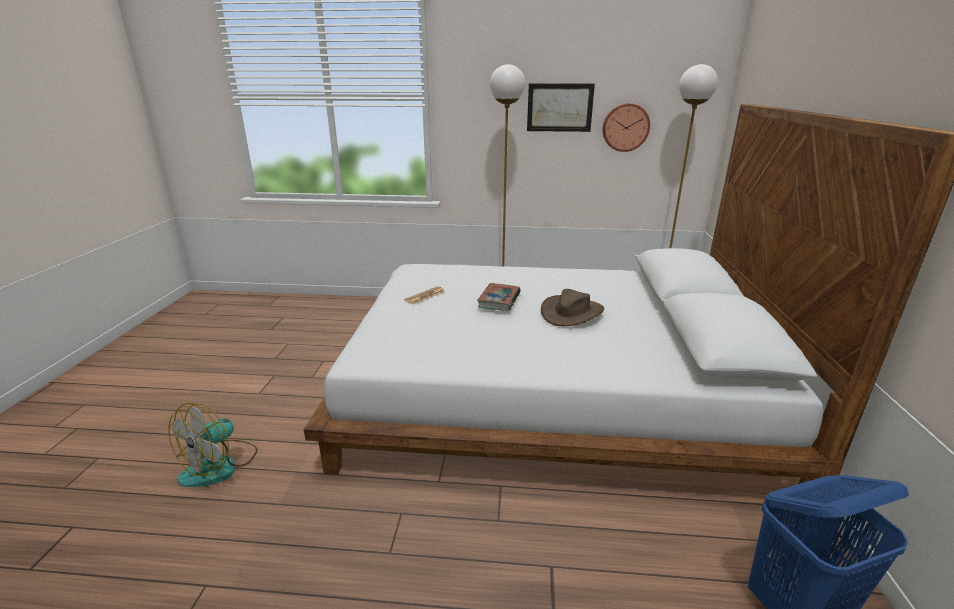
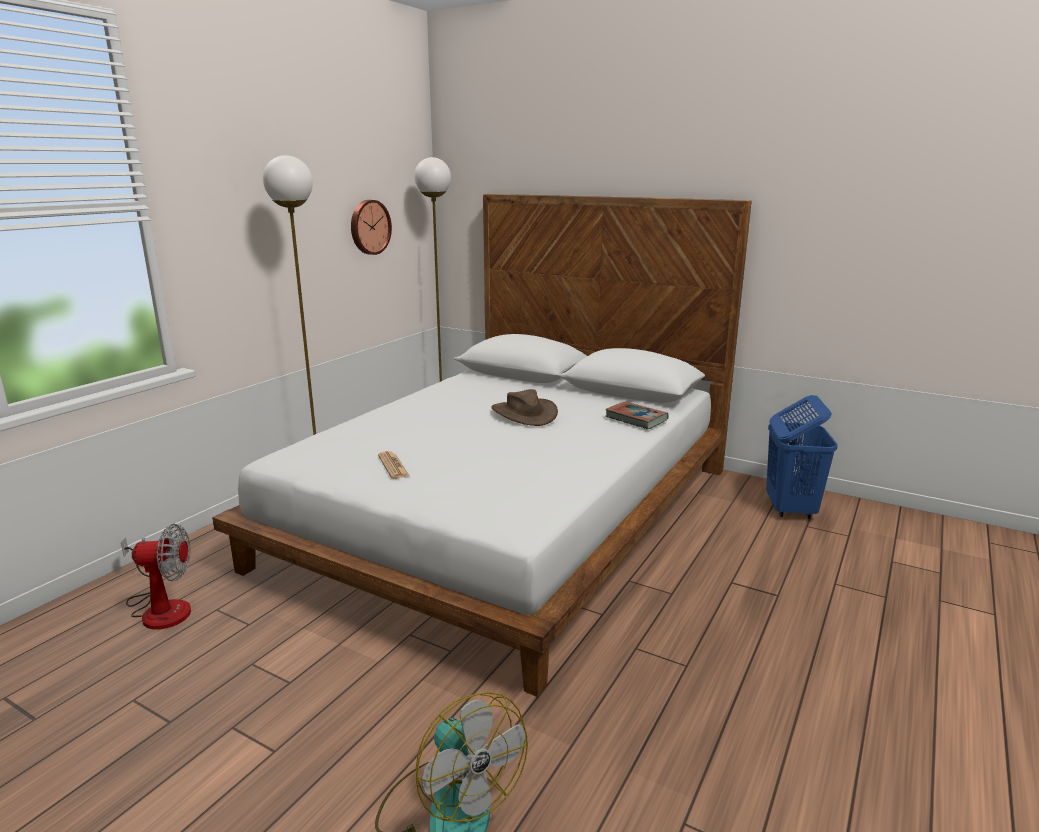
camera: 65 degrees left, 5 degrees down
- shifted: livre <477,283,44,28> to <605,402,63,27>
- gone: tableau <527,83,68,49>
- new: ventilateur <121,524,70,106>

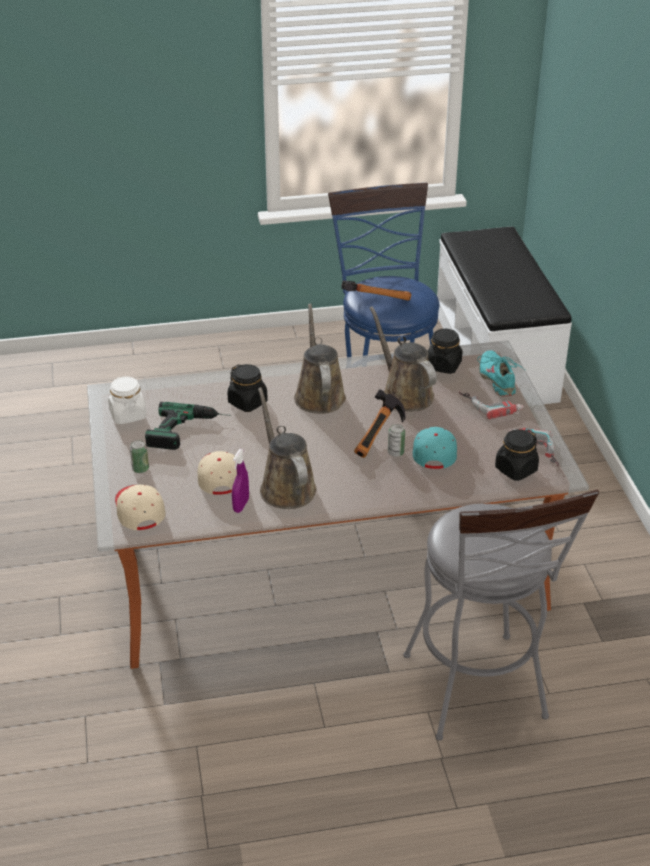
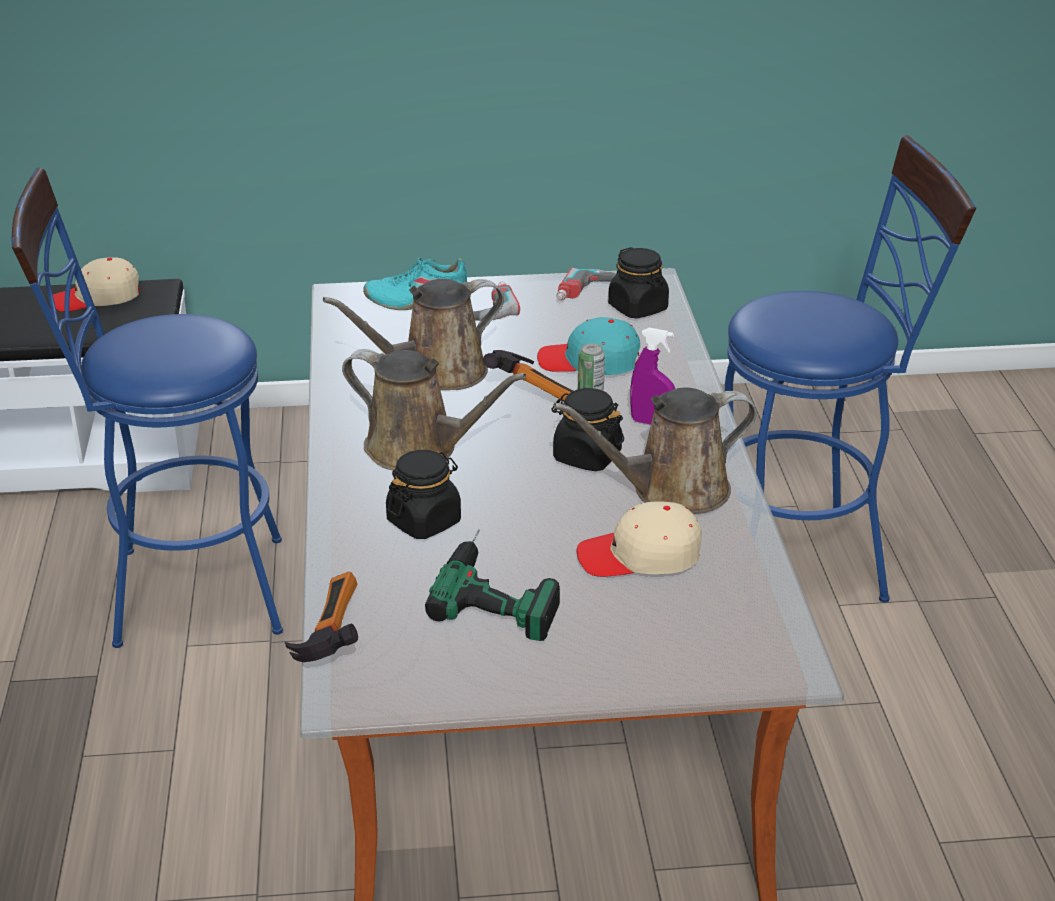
camera: 85 degrees left, 5 degrees down
- gone: bocal/blanc <108,376,39,48>
- shifted: casquette/beige <115,485,50,45> to <53,257,87,55>
- gone: boîte métallique <130,440,19,33>
- shifted: vaporisateur/violet <232,449,17,64> to <630,328,45,97>
- rotated: arrosoir/marron <294,303,52,111> = <342,349,185,121> 150 degrees counterclockwise
- shifted: marteau <341,281,70,20> to <285,571,73,91>
- repainted: tabouret/gris <403,489,196,252> to tabouret/bleu <725,135,251,468>
- shifted: bocal/noir <428,328,34,46> to <551,388,73,83>

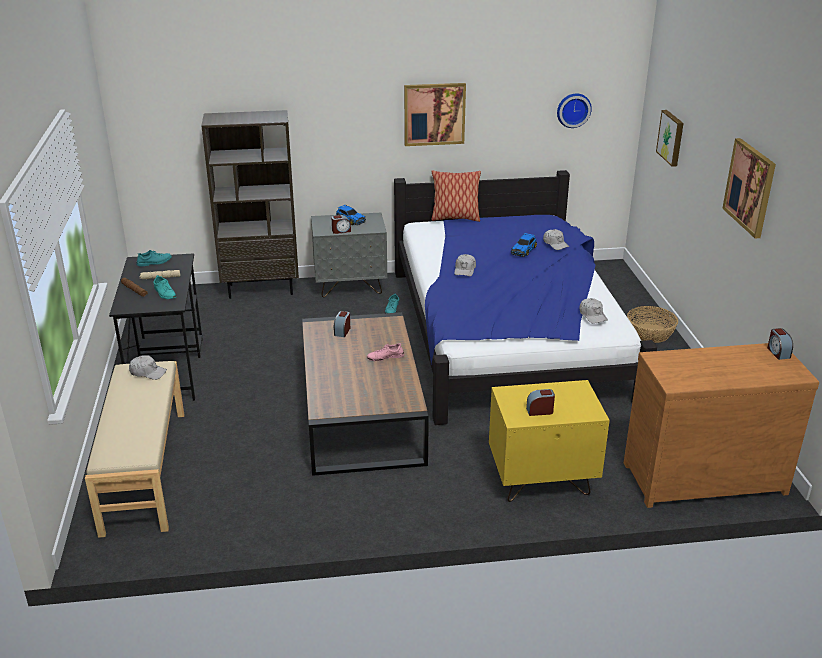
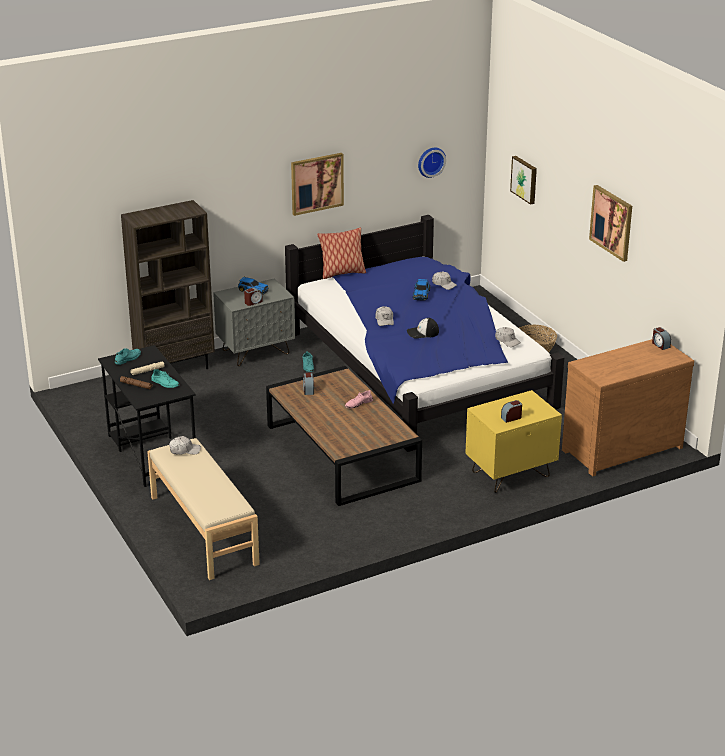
camera: 20 degrees left, 0 degrees up
- new: casquette <407,318,32,21>

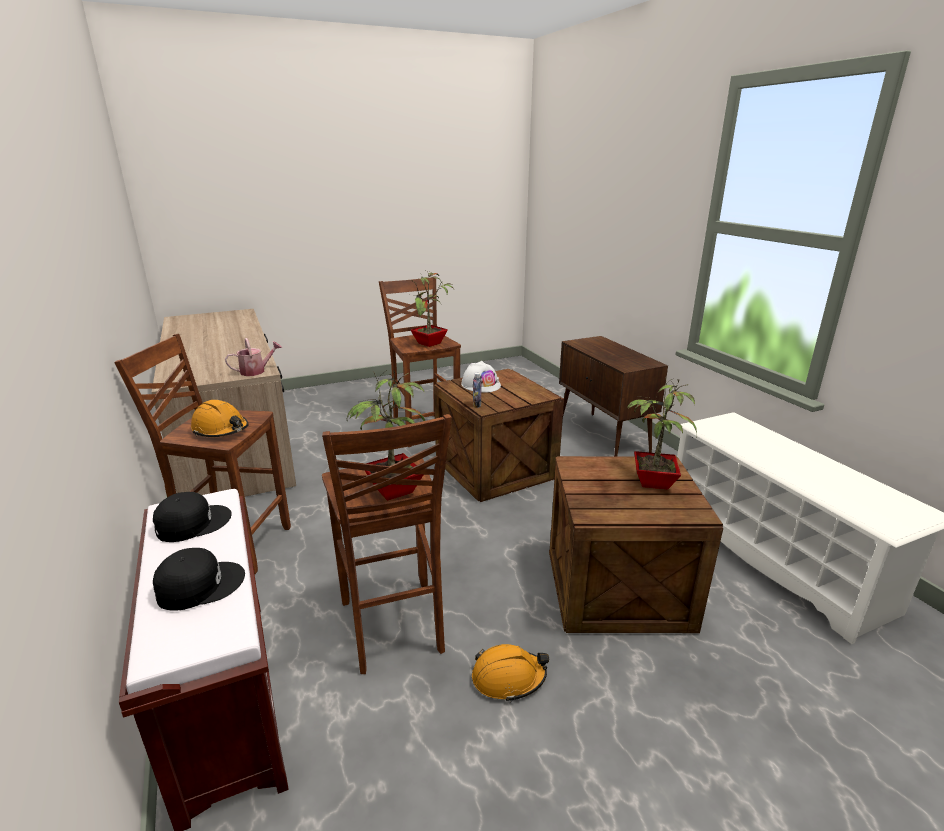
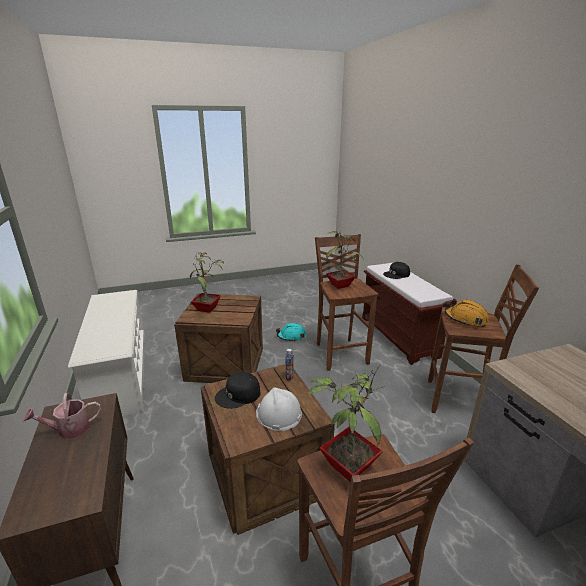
camera: 175 degrees left, 0 degrees up
- shifted: casquette/noir <153,492,79,50> to <215,372,45,37>
- shifted: arrosoir <225,338,57,38> to <23,393,78,46>
- repainted: casque de chantier/orange <472,644,77,58> to casque de chantier/turquoise <276,323,30,19>

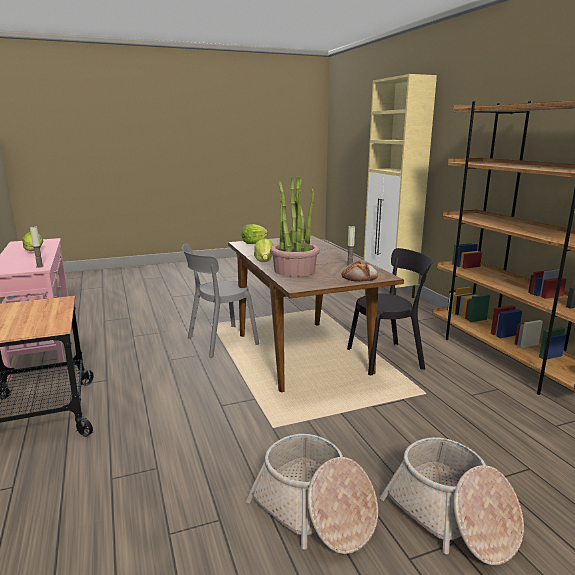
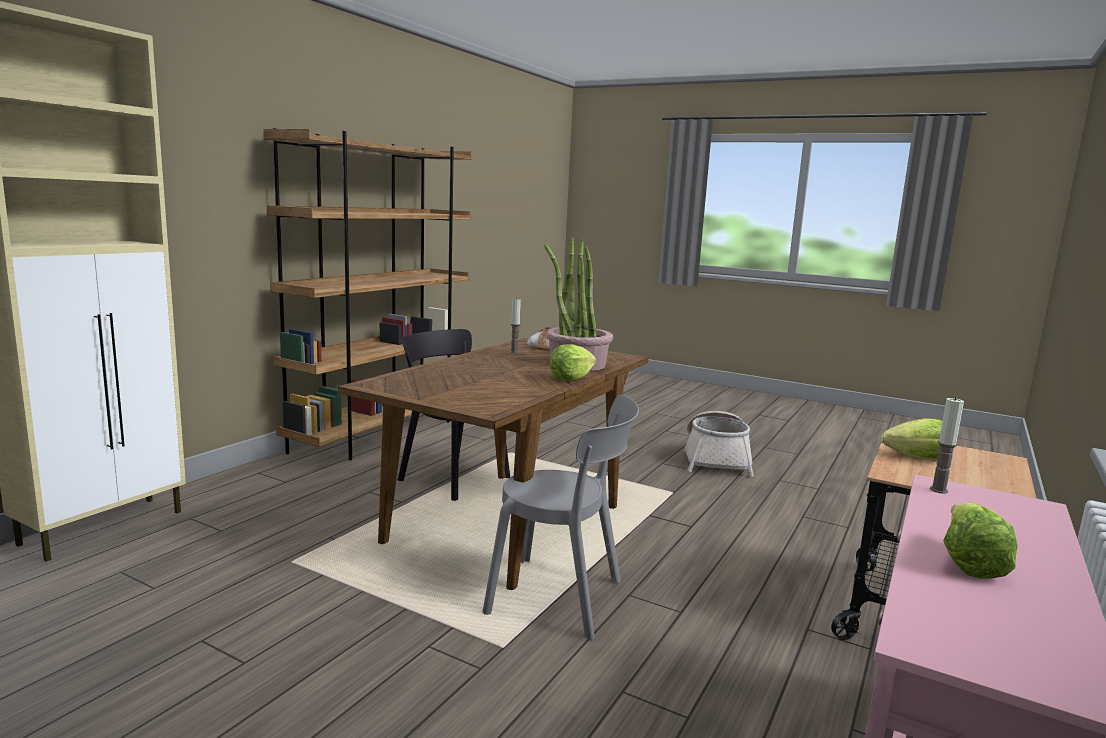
camera: 130 degrees left, 5 degrees down
- shifted: laitue <241,224,27,20> to <881,418,61,41>
- gone: panier <380,437,144,128>

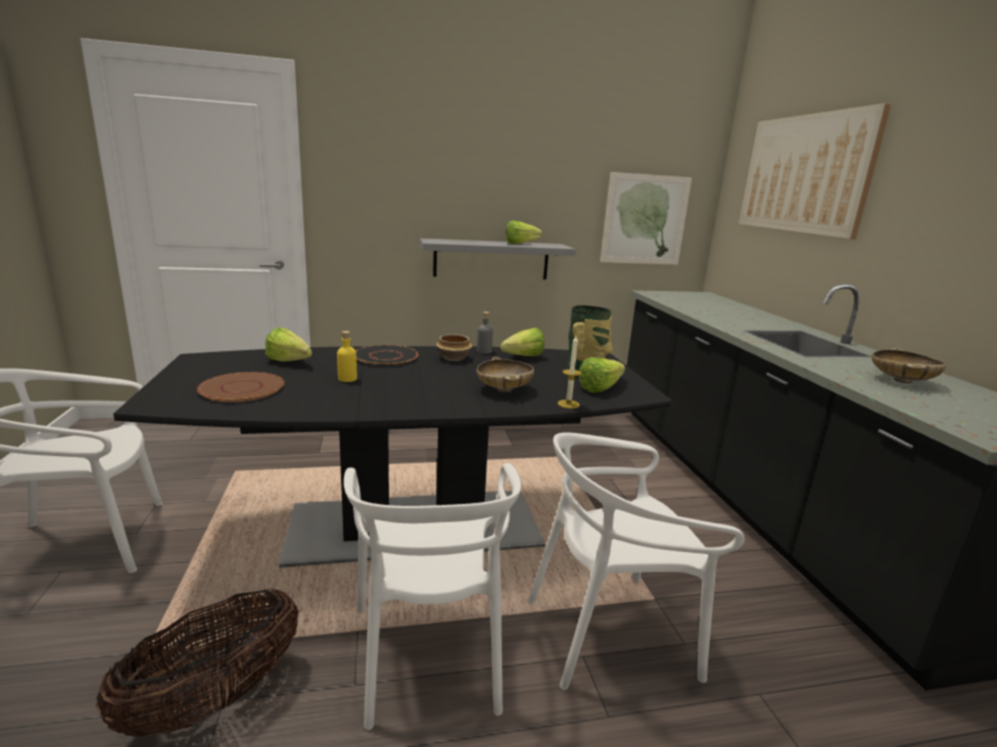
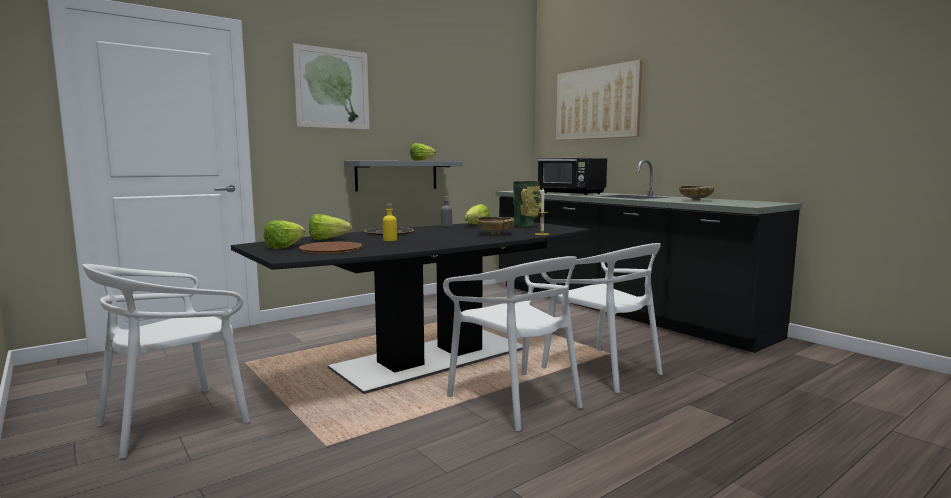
camera: 25 degrees left, 10 degrees down
- gone: panier <96,589,203,149>
- gone: bol <436,334,36,27>
- rotated: chaise/blanc <528,432,217,258> = <541,243,122,150> 90 degrees counterclockwise
- shifted: laitue <579,357,46,36> to <264,220,41,29>
- shifted: tableau <600,172,92,93> to <292,43,77,87>
- new: micro-ondes/noir <537,158,70,37>

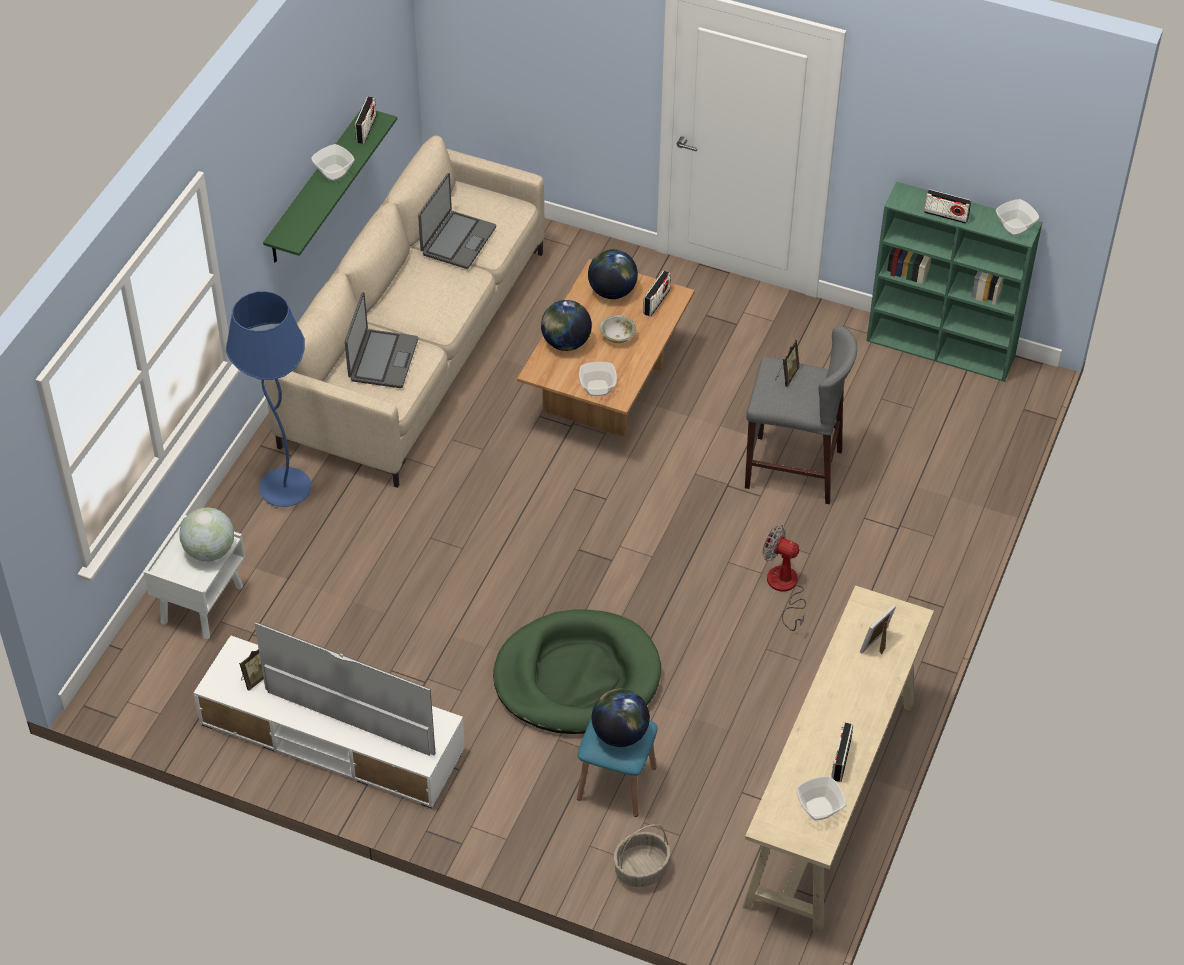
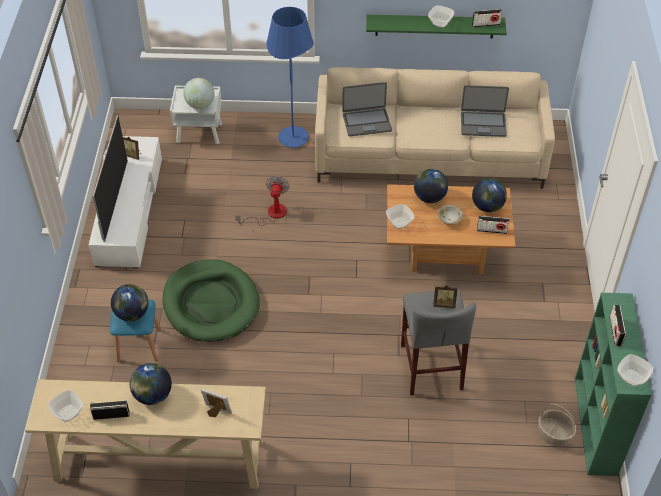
camera: 70 degrees right, 0 degrees up
- shifted: panier <614,824,57,63> to <538,403,38,43>
- shifted: ventilateur <763,525,43,106> to <235,176,55,50>
- new: globe <130,363,42,42>

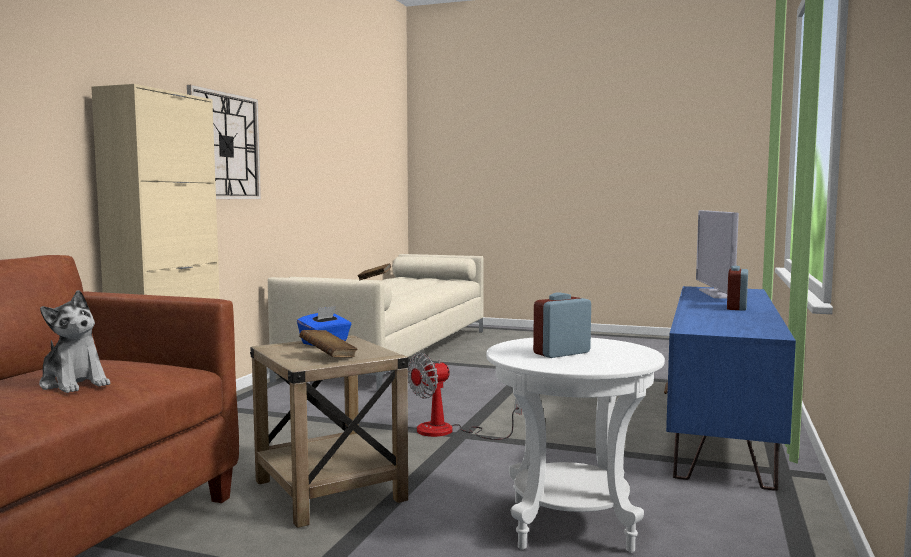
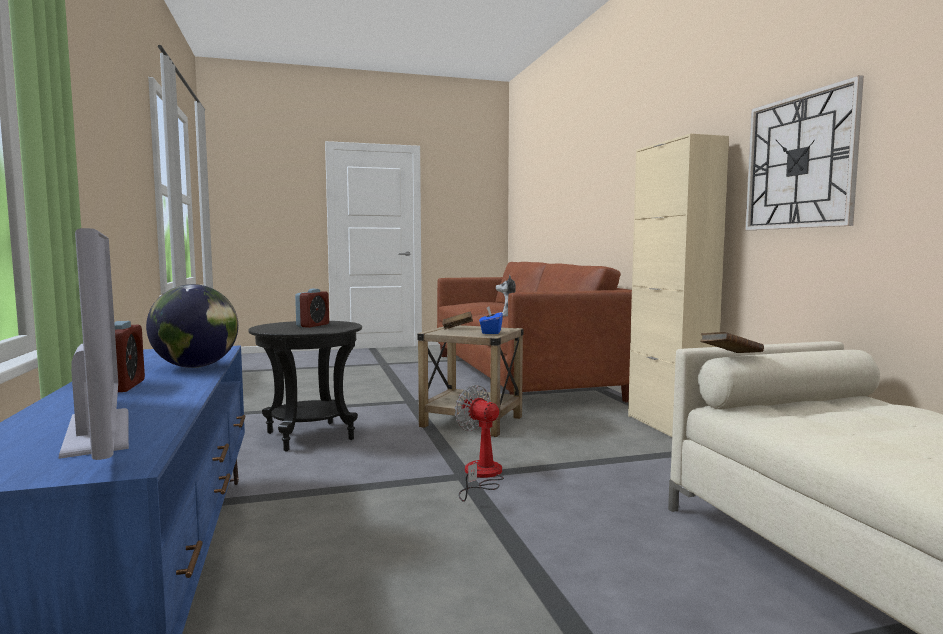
camera: 145 degrees right, 0 degrees up
- rotated: ventilateur <407,353,115,87> = <455,385,49,117> 60 degrees counterclockwise
- repainted: table d'appoint/blanc <486,338,179,215> to table d'appoint/noir <248,321,114,131>
- new: globe <146,284,92,84>

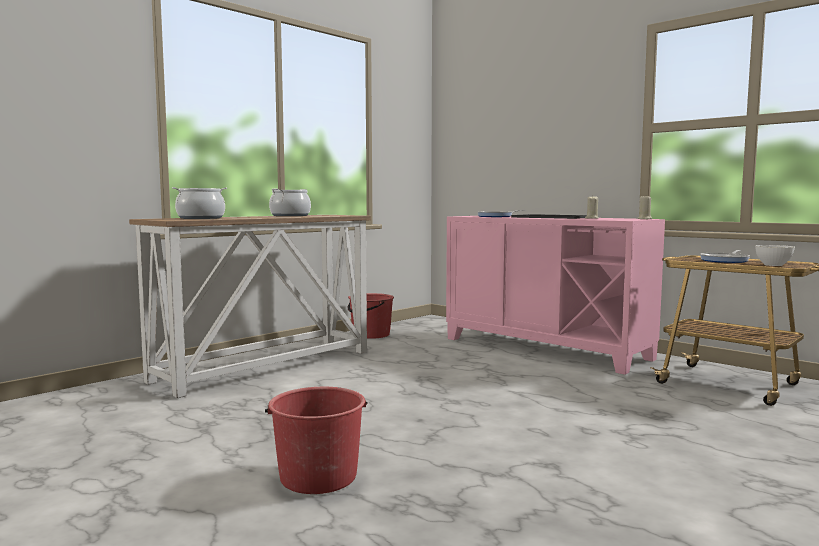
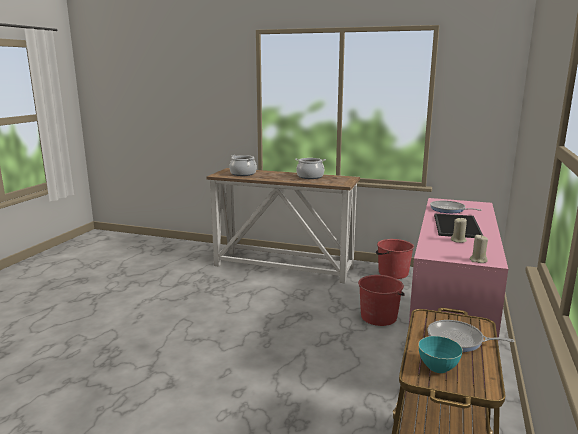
camera: 65 degrees right, 10 degrees up
- shifted: seau/rouge <265,387,102,107> to <358,275,47,51>
- repainted: bol/blanc <755,245,40,21> to bol/turquoise <418,336,45,37>

